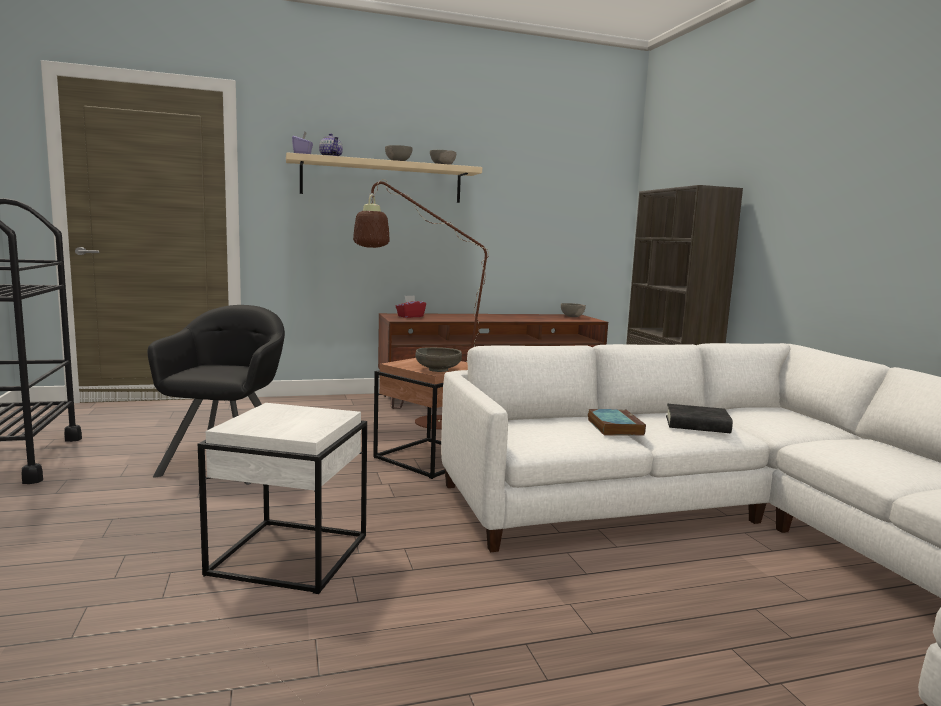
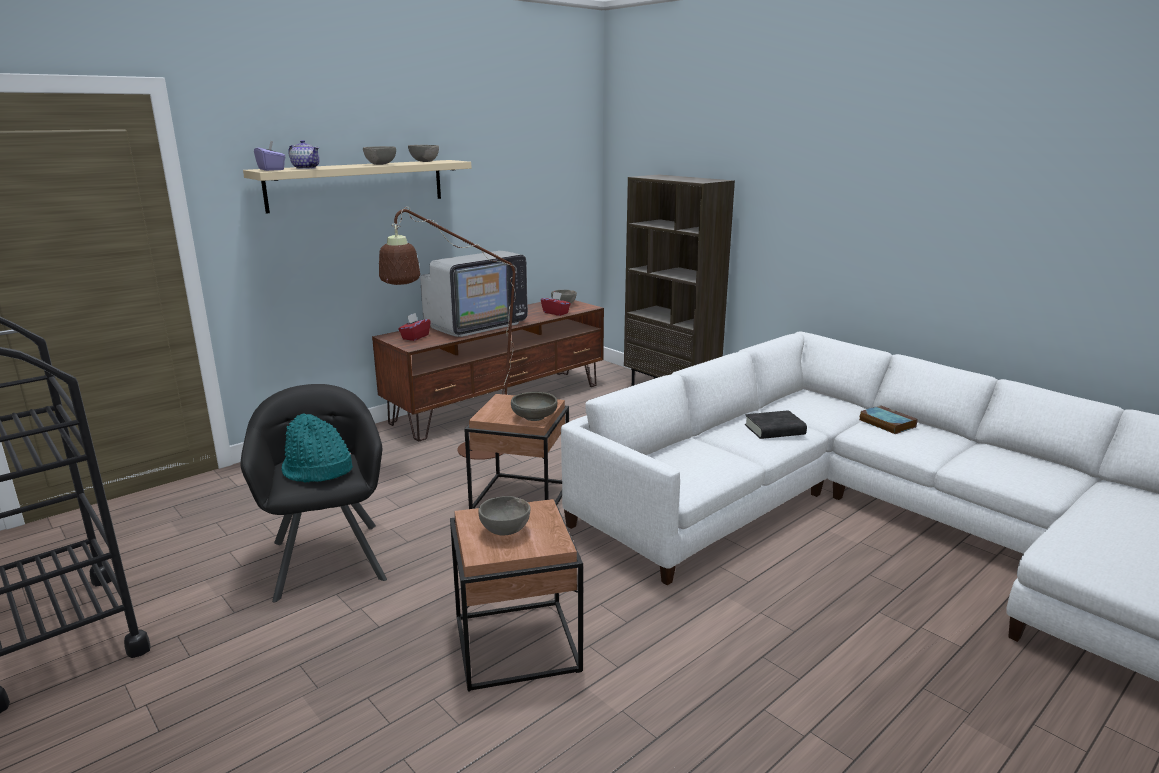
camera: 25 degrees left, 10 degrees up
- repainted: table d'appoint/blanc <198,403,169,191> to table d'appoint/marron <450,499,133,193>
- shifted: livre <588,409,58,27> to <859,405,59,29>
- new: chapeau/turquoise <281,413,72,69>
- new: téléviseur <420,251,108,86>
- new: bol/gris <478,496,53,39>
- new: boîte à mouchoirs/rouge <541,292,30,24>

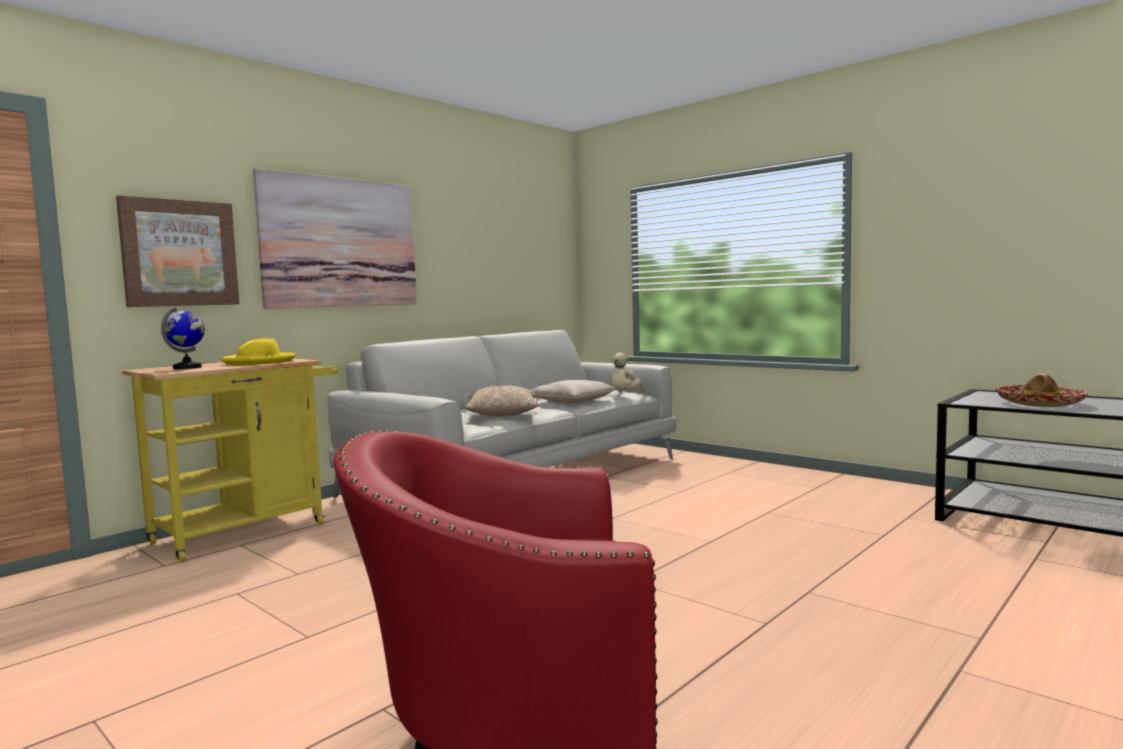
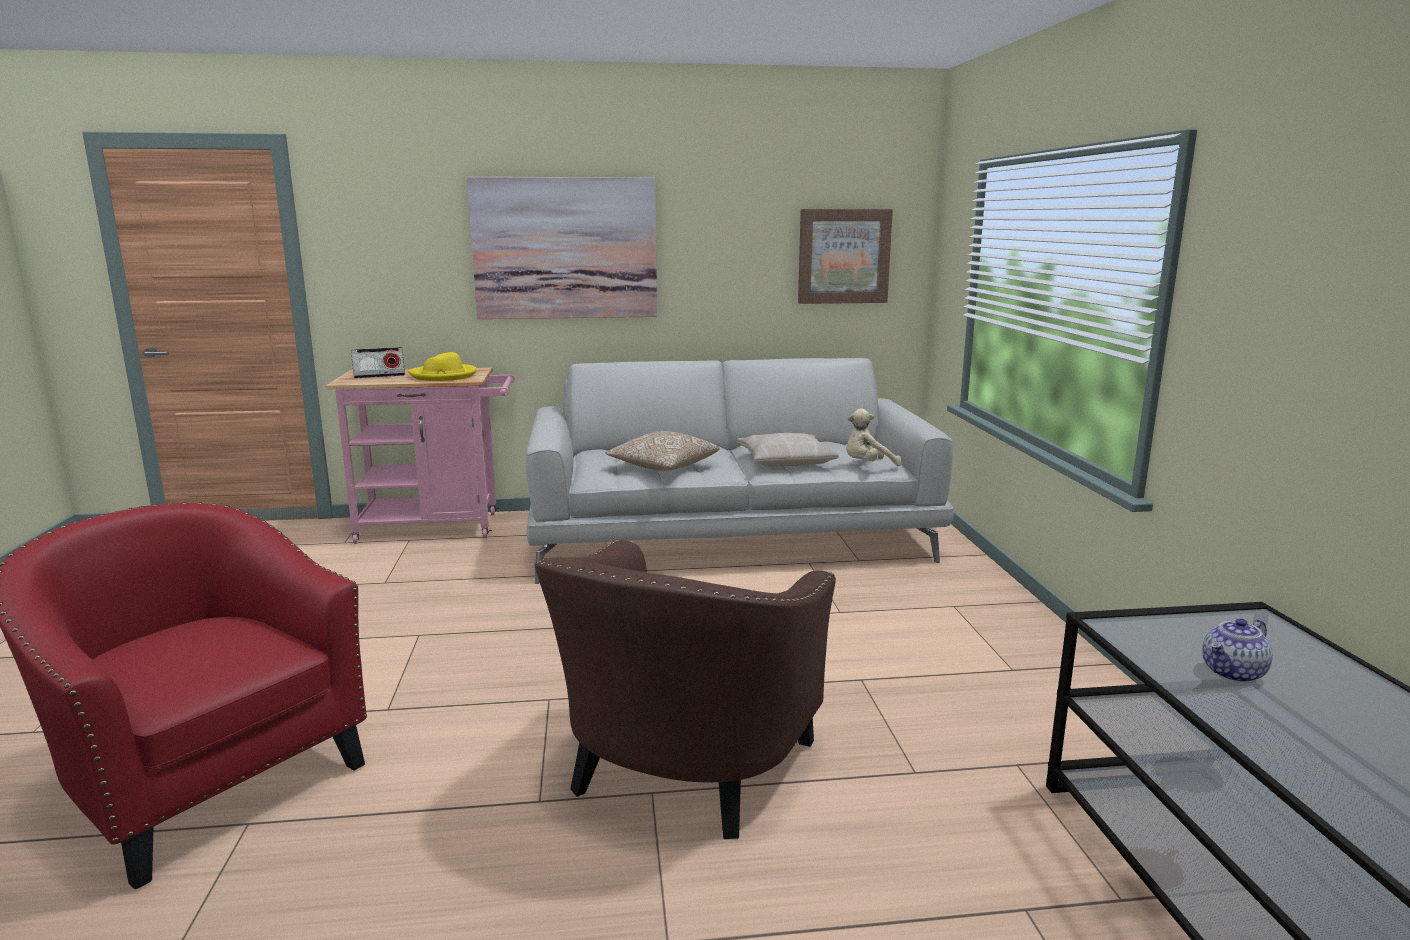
camera: 40 degrees right, 10 degrees up
- shifted: tableau <116,195,123,112> to <798,209,95,95>
- repainted: chariot/jaune <122,358,217,205> to chariot/rose <325,367,190,177>
- swapped: globe <161,306,44,63> to radio <351,347,54,31>
- swapped: chapeau <995,373,94,34> to théière <1202,618,71,65>
- new: fauteuil/marron <534,539,302,300>

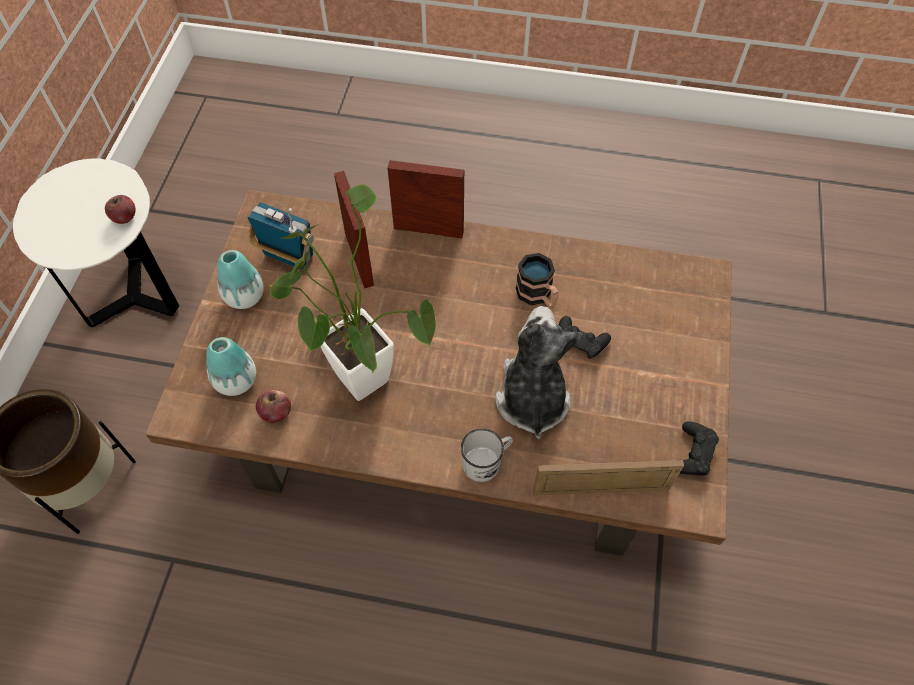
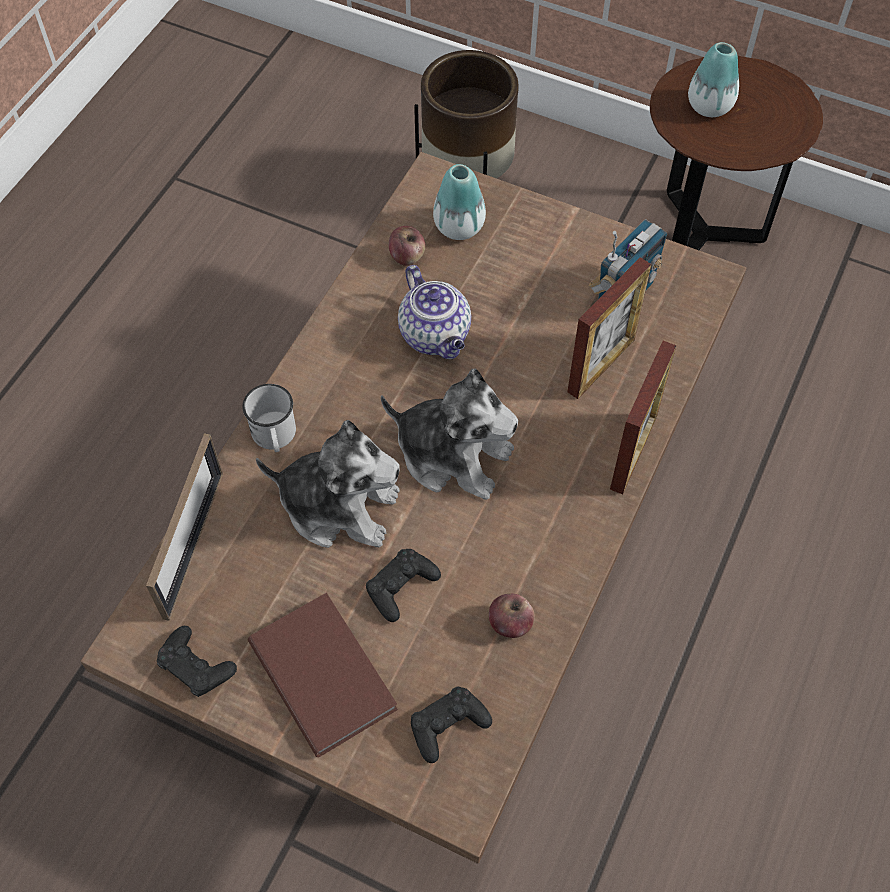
camera: 105 degrees right, 0 degrees up
- repainted: table d'appoint/blanc <13,158,166,169> to table d'appoint/marron <650,56,173,194>
- shifted: pomme <105,195,31,29> to <489,593,46,45>
- shifted: vase <217,250,47,59> to <688,42,51,75>
- swapped: plante en pot <269,184,167,217> to théière <398,265,73,94>
- rotated: cadre photo <334,171,40,118> = <567,257,85,142> 45 degrees counterclockwise
- gone: mug <516,253,43,55>
- new: livre/marron <248,593,150,164>
- new: peluche <381,368,137,132>
- new: manette/noir <411,686,81,77>

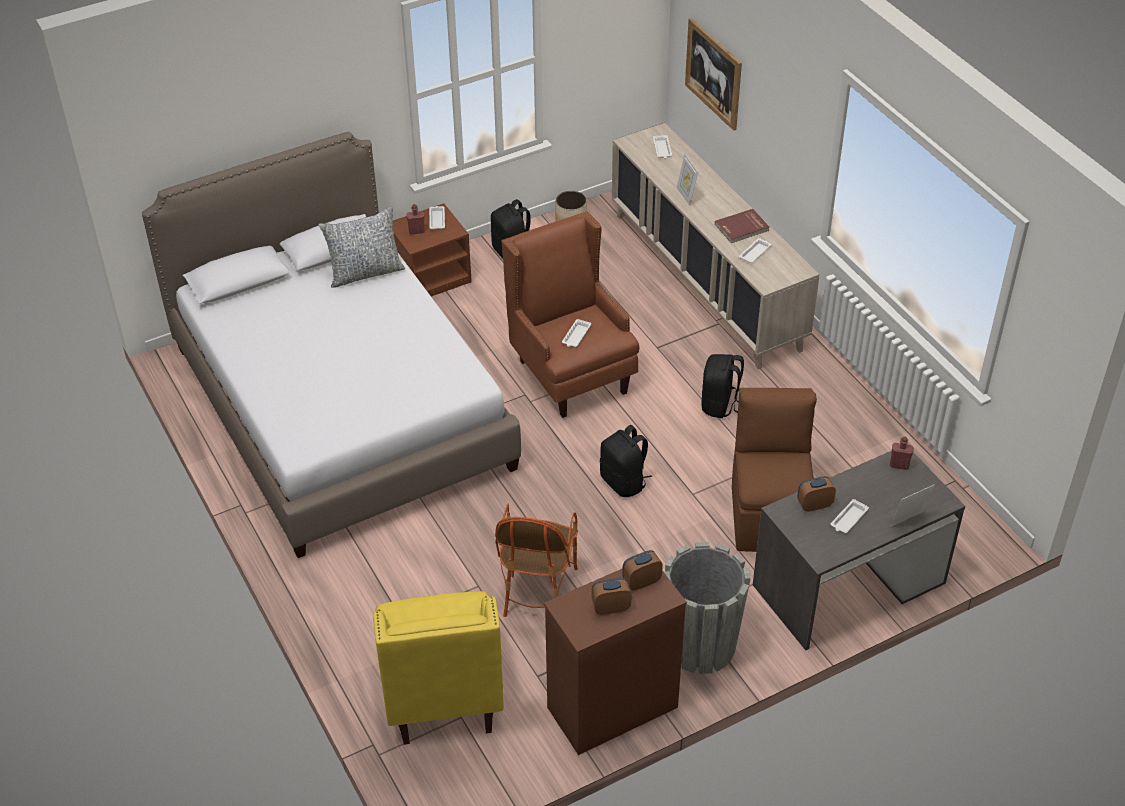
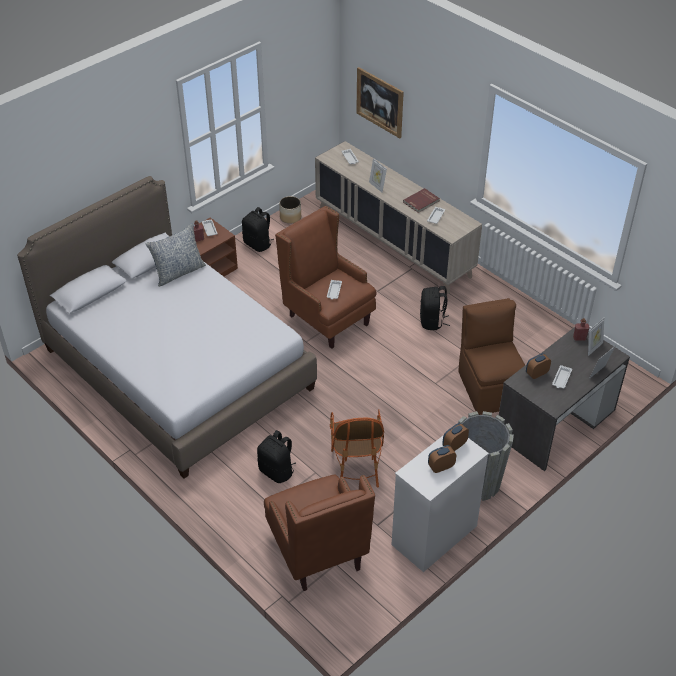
camera: 15 degrees left, 0 degrees up
- repainted: fauteuil/jaune <373,591,131,154> to fauteuil/marron <264,474,111,117>
- repainted: commode/marron <544,568,143,187> to commode/blanc <392,435,97,137>
- shifted: sac à dos/noir <600,425,52,72> to <257,430,39,53>
- new: cadre photo <588,318,16,38>

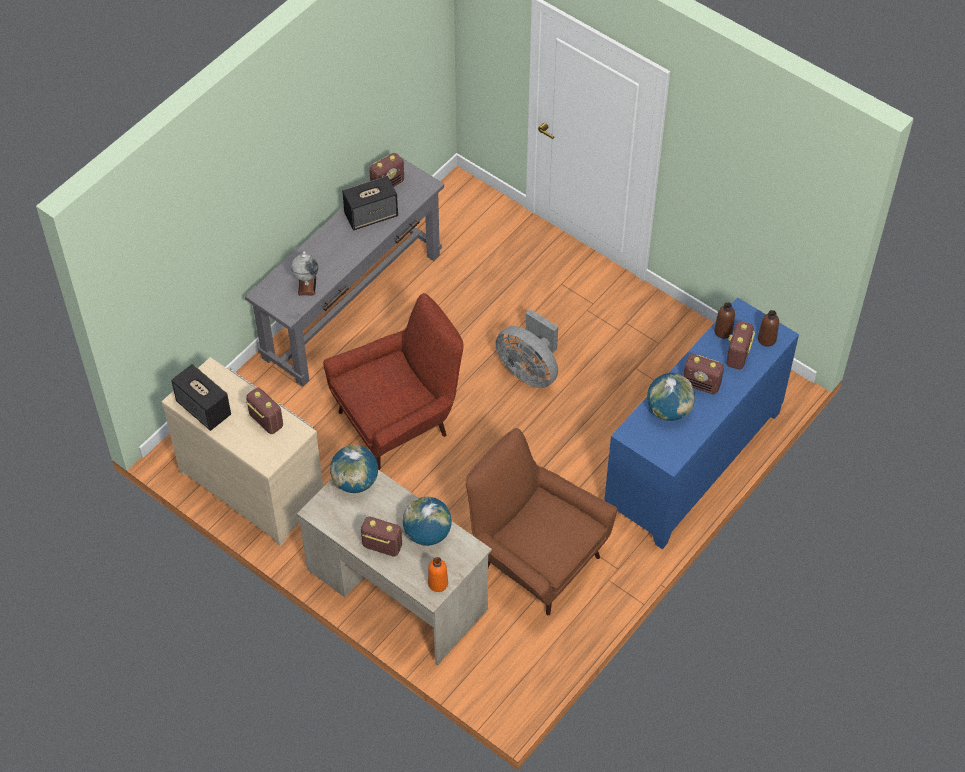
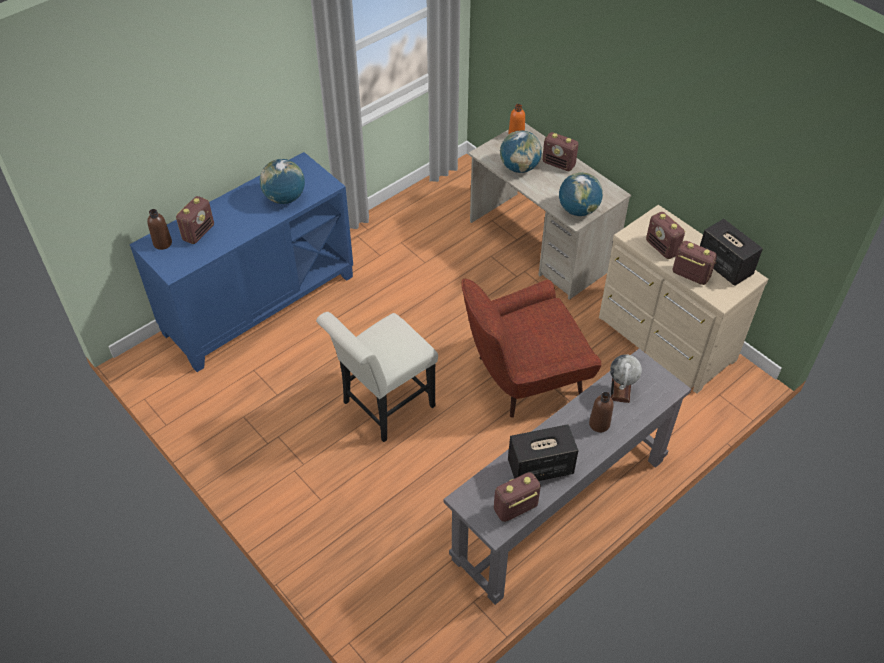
camera: 170 degrees left, 5 degrees down
- gone: fauteuil/marron <466,428,151,187>
- swapped: ventilateur/gris <495,309,63,79> to chaise/blanc <316,312,122,130>
- shifted: radio <683,354,41,40> to <673,241,44,44>
- shifted: bouteille/marron <714,302,21,37> to <589,392,25,40>

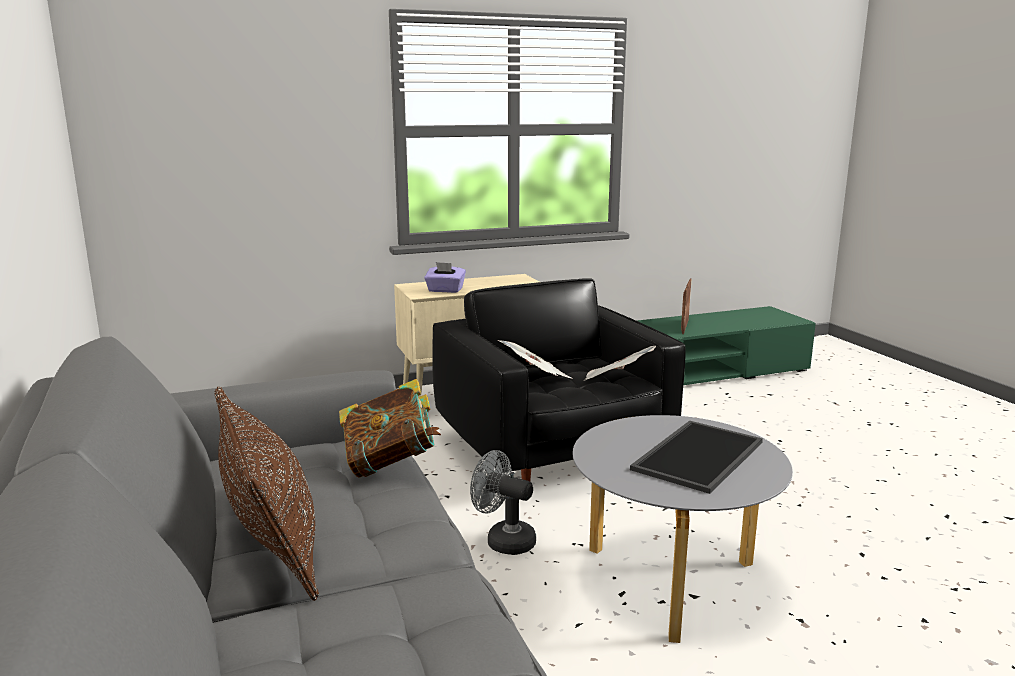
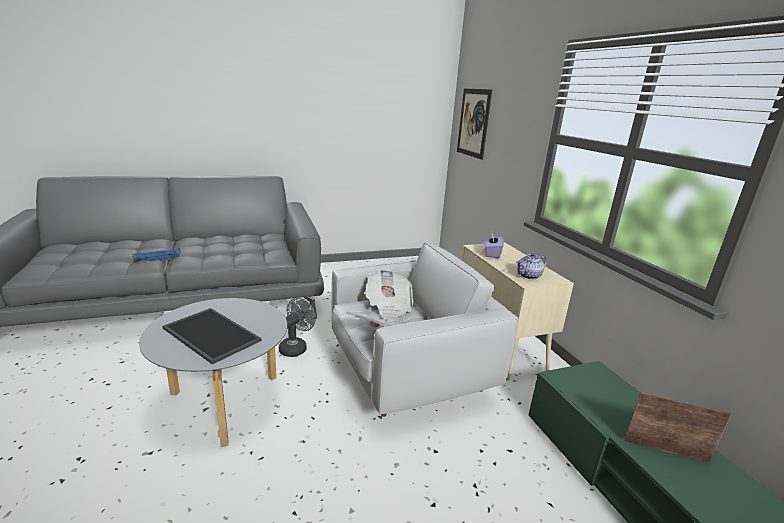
camera: 90 degrees right, 5 degrees up
- gone: coussin/marron <215,387,104,214>
- gone: livre <339,379,102,99>
- repainted: fauteuil/noir <432,279,254,202> to fauteuil/blanc <331,242,187,175>
- new: plateau/bleu <132,248,49,13>
- new: tableau <457,88,35,72>
- new: théière <516,253,31,26>

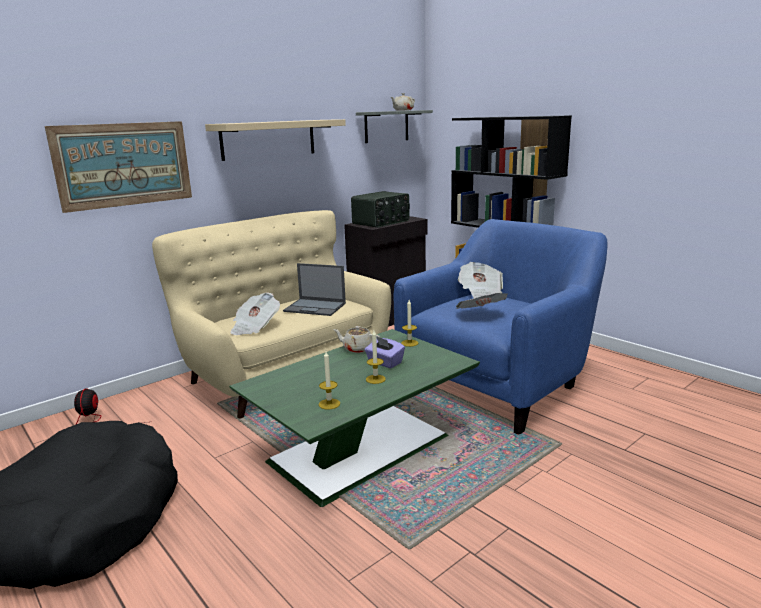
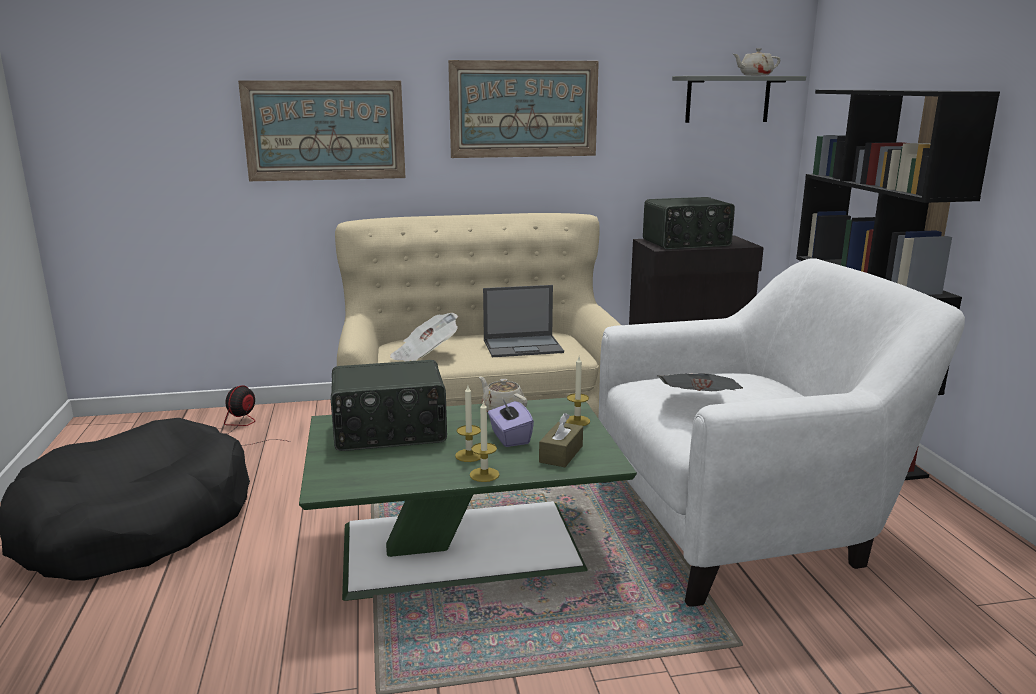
camera: 30 degrees right, 0 degrees up
- swapped: étagère/beige <205,119,141,42> to tableau <448,60,151,98>
- rotated: ordinateur portable <283,263,63,53> = <483,285,81,72> 60 degrees counterclockwise
- shifted: bougie <319,351,21,59> to <470,400,29,82>
- repainted: fauteuil/bleu <394,219,214,215> to fauteuil/blanc <598,258,367,349>
- gone: journal <458,262,45,36>
- new: radio <331,360,116,91>
- new: boîte à mouchoirs/marron <539,413,44,54>

